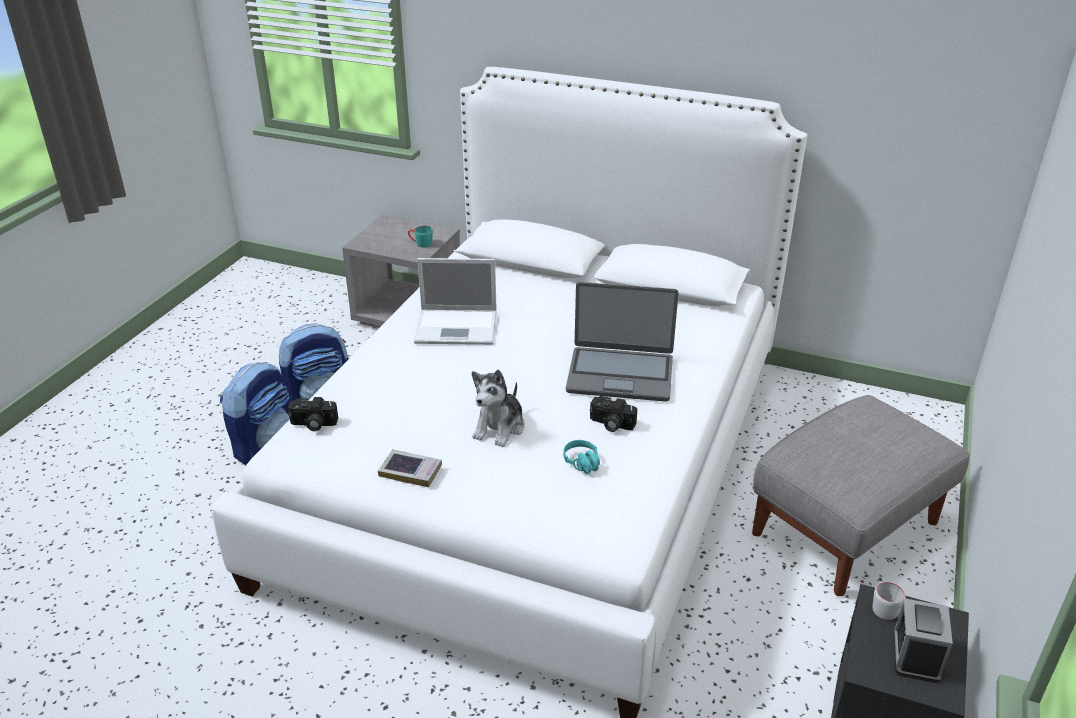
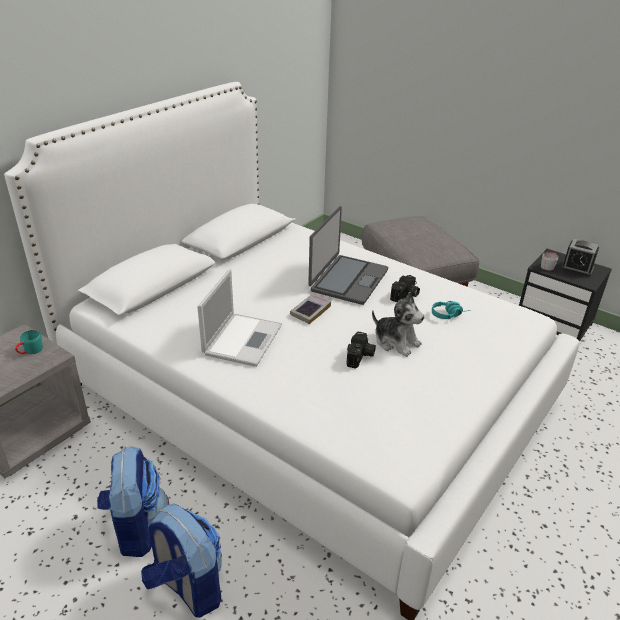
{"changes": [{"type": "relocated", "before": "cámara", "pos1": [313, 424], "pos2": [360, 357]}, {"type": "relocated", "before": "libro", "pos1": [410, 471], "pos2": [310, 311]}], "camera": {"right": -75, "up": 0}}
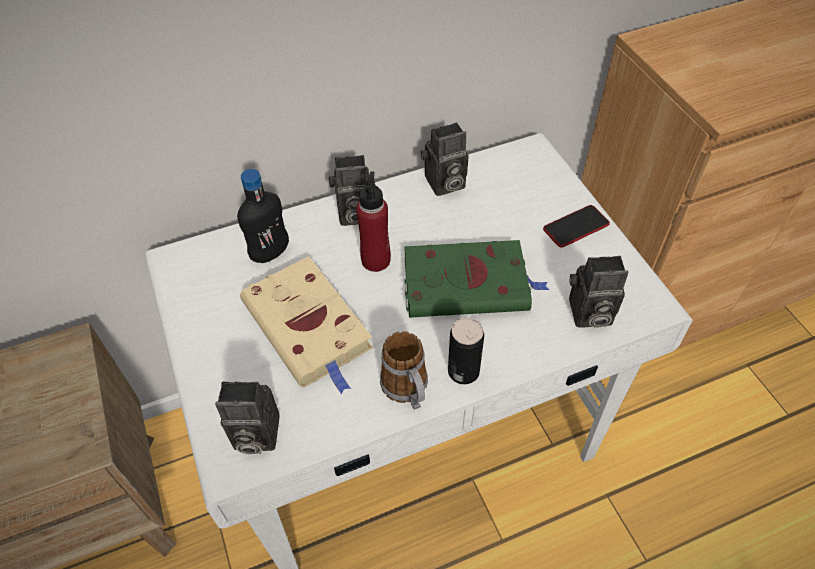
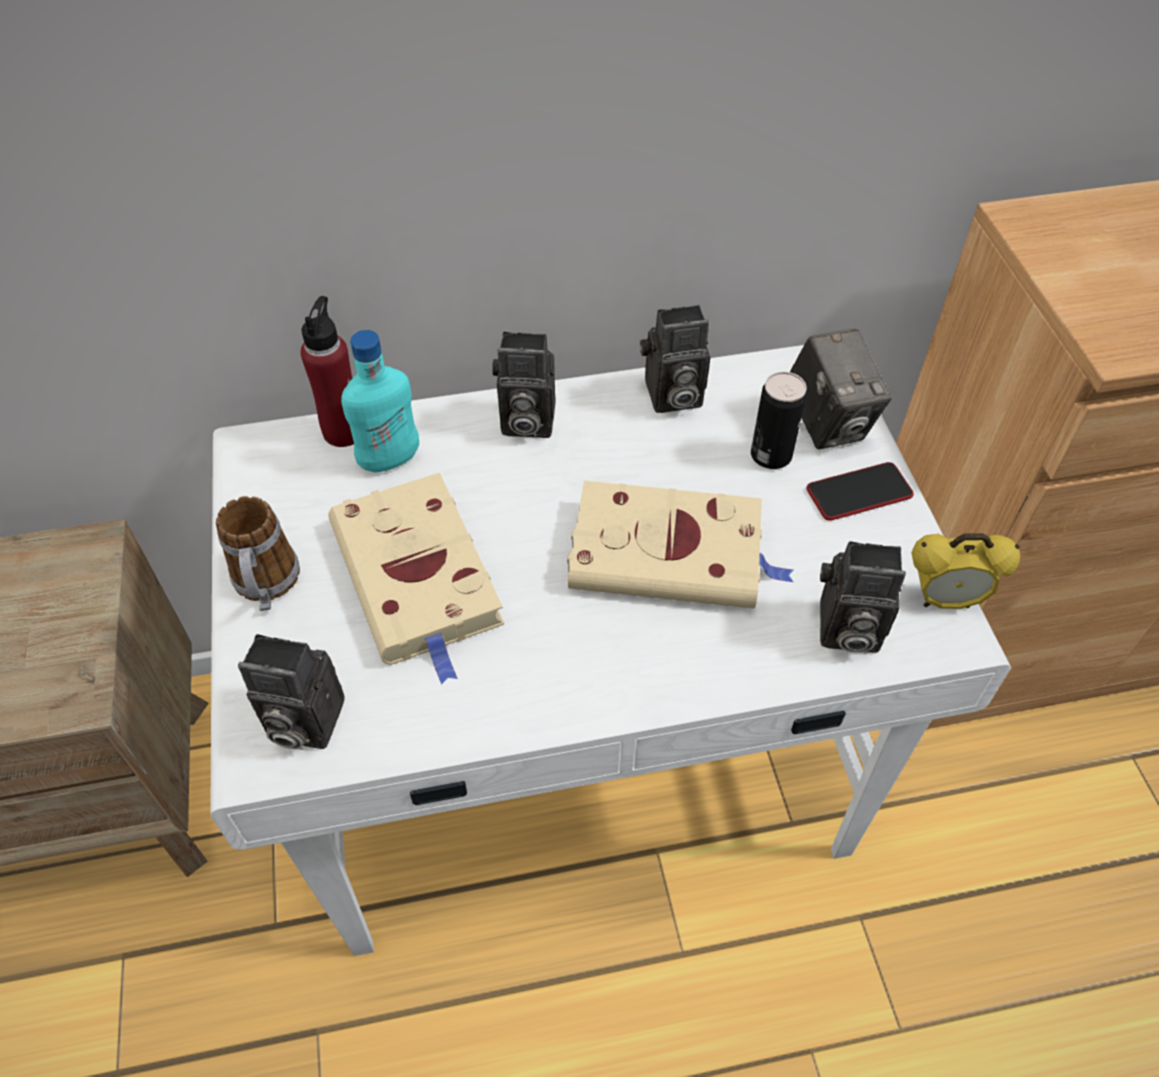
{"changes": [{"type": "colour", "before": "botella [negro]", "after": "botella [turquesa]", "pos1": [270, 253], "pos2": [389, 460]}, {"type": "relocated", "before": "botella [rojo]", "pos1": [376, 260], "pos2": [344, 431]}, {"type": "colour", "before": "libro [verde]", "after": "libro [beis]", "pos1": [469, 284], "pos2": [672, 554]}, {"type": "relocated", "before": "lata", "pos1": [463, 371], "pos2": [771, 455]}, {"type": "relocated", "before": "taza grande", "pos1": [408, 391], "pos2": [267, 587]}, {"type": "appeared", "after": "cámara", "pos2": [827, 422]}, {"type": "appeared", "after": "despertador", "pos2": [944, 600]}], "camera": {"right": 10, "up": 0}}
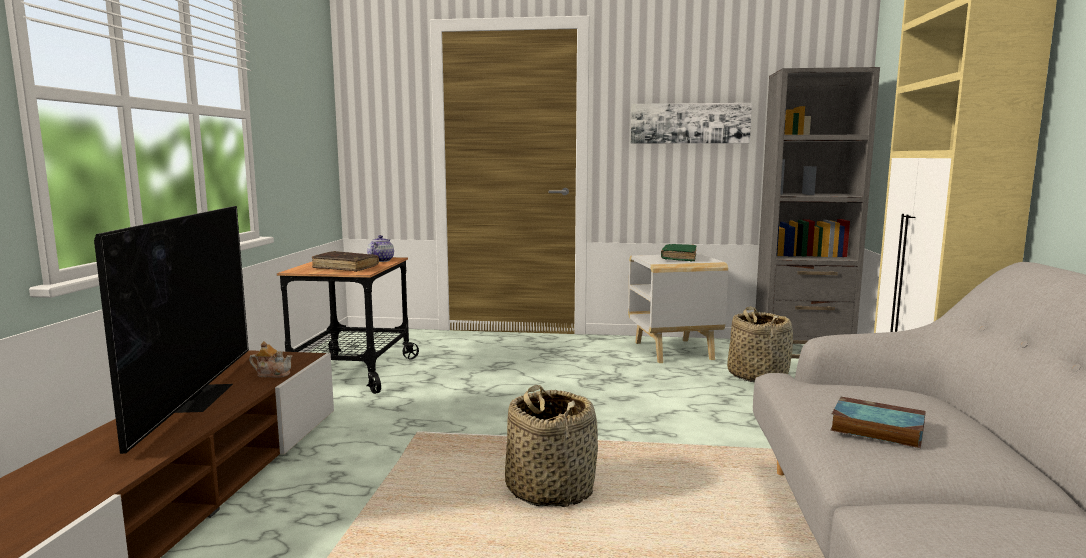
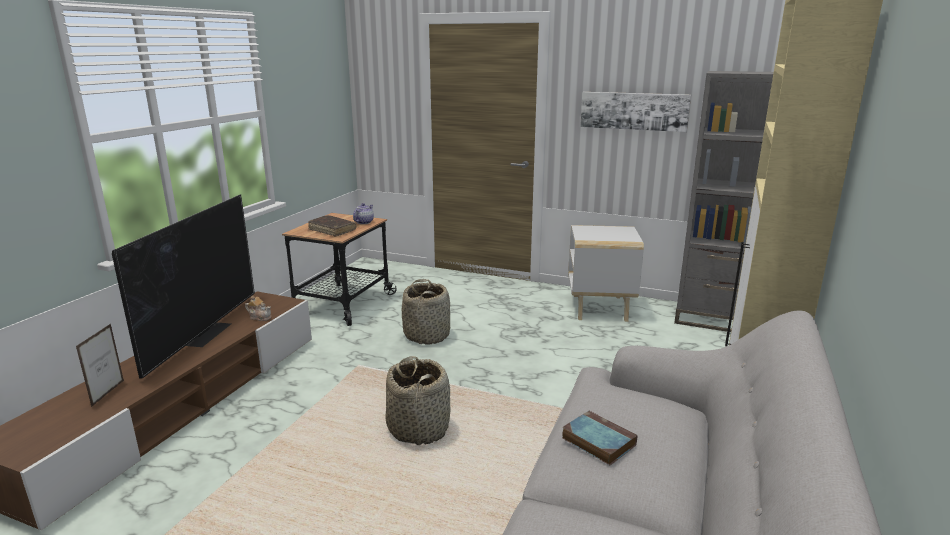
{"changes": [{"type": "missing", "before": "libro [verde]", "pos1": [678, 258]}, {"type": "relocated", "before": "cesta", "pos1": [757, 376], "pos2": [427, 335]}, {"type": "appeared", "after": "portarretratos", "pos2": [108, 393]}], "camera": {"right": 15, "up": 10}}
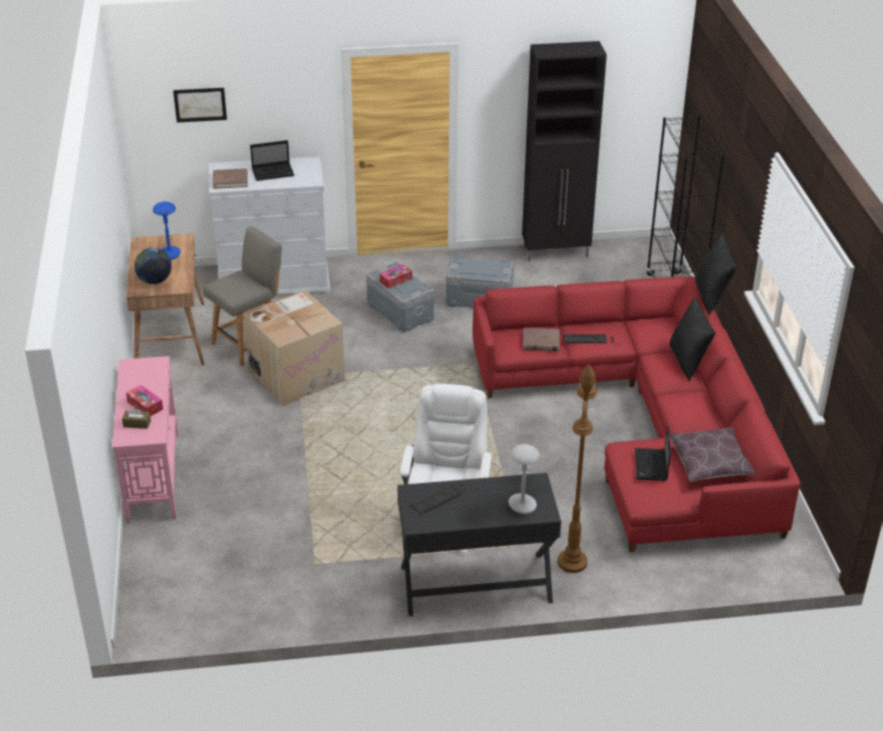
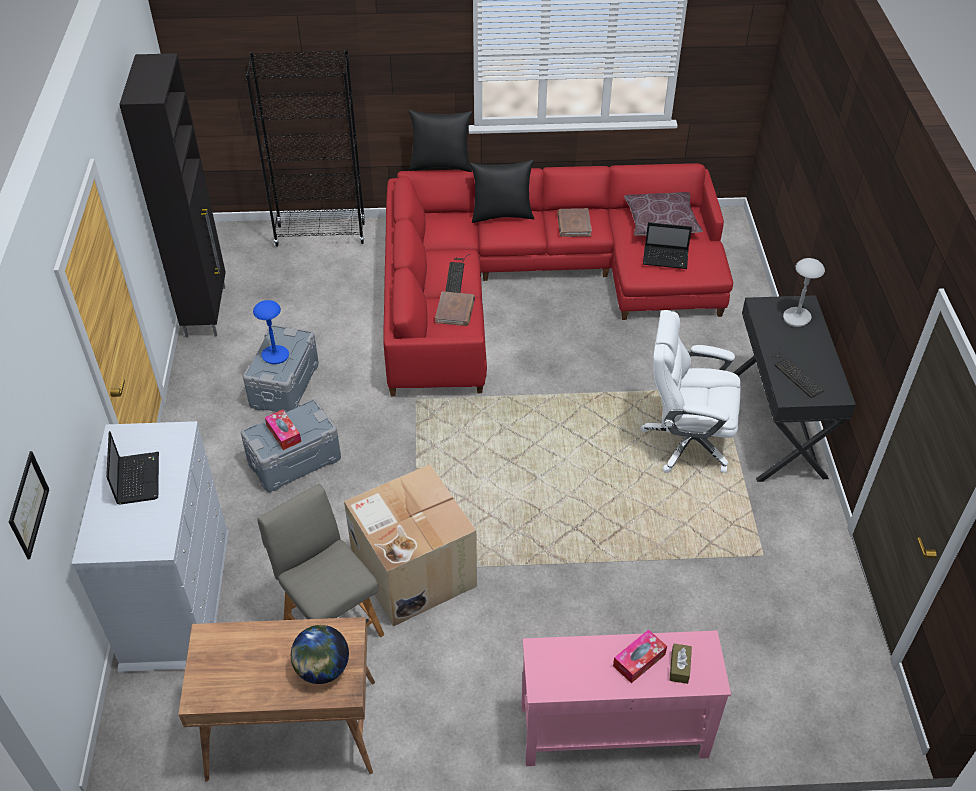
{"changes": [{"type": "relocated", "before": "libro [marrón]", "pos1": [230, 180], "pos2": [574, 224]}, {"type": "relocated", "before": "lámpara de mesa [azul]", "pos1": [170, 254], "pos2": [275, 355]}, {"type": "missing", "before": "lámpara de pie [marrón]", "pos1": [572, 562]}], "camera": {"right": -85, "up": 10}}
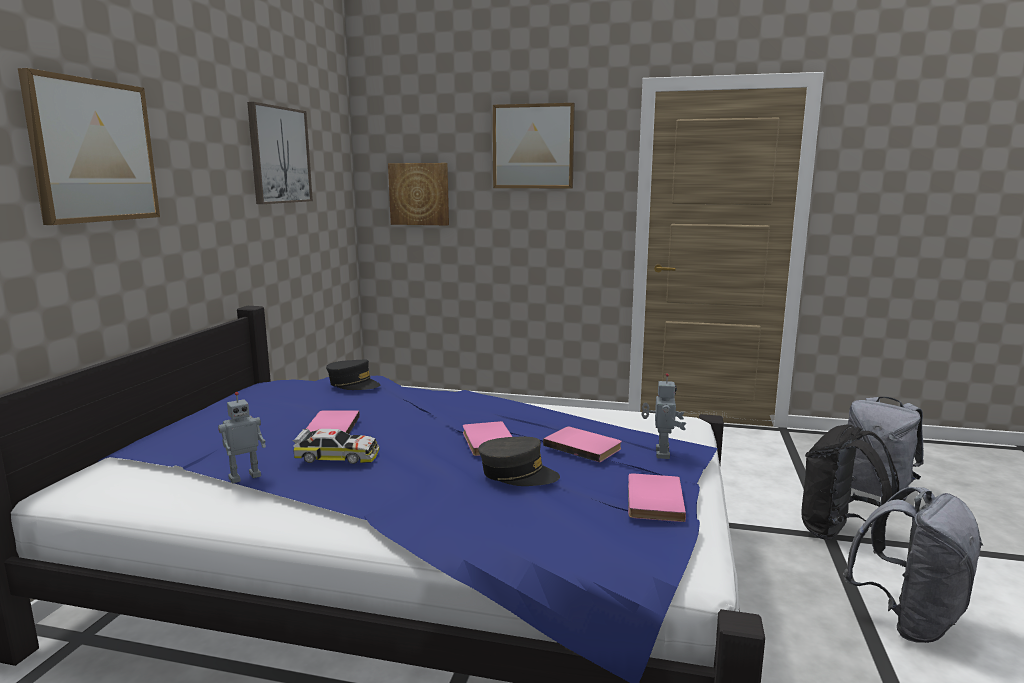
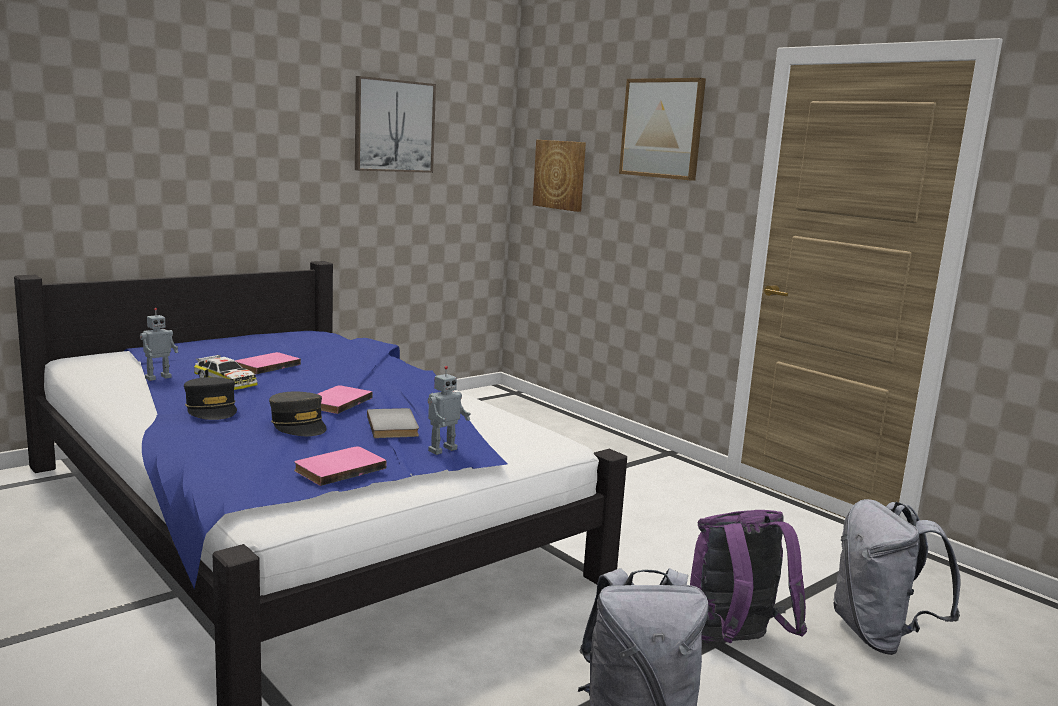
{"changes": [{"type": "missing", "before": "cuadro", "pos1": [93, 151]}, {"type": "relocated", "before": "gorra [negro]", "pos1": [353, 384], "pos2": [212, 409]}, {"type": "spun", "before": "robot de juguete", "pos1": [244, 477], "pos2": [158, 377], "turn": -45}, {"type": "colour", "before": "mochila [negro]", "after": "mochila [morado]", "pos1": [839, 532], "pos2": [733, 644]}, {"type": "colour", "before": "libro [rosa]", "after": "libro [gris]", "pos1": [584, 446], "pos2": [394, 426]}], "camera": {"right": 35, "up": 0}}
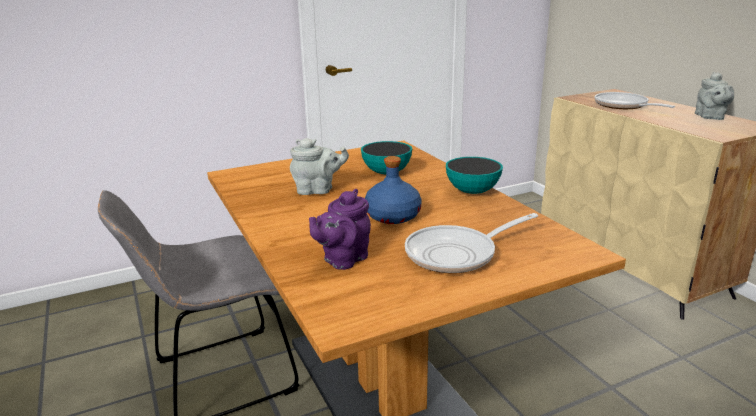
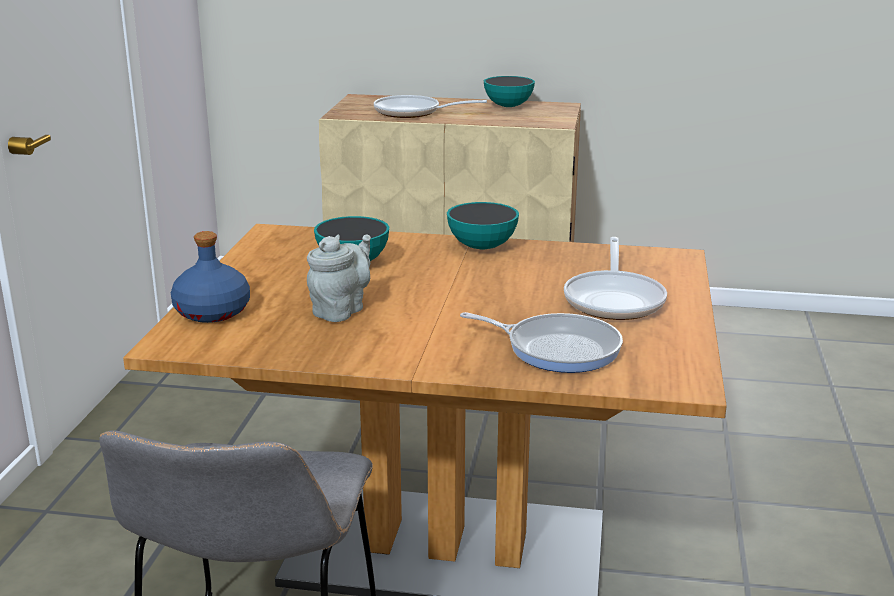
{"changes": [{"type": "exchanged", "before": "tetera [gris]", "after": "cuenco", "pos1": [710, 117], "pos2": [508, 106]}, {"type": "relocated", "before": "botella [azul]", "pos1": [392, 216], "pos2": [211, 312]}, {"type": "exchanged", "before": "tetera [morado]", "after": "sartén", "pos1": [343, 260], "pos2": [557, 348]}], "camera": {"right": -55, "up": 0}}
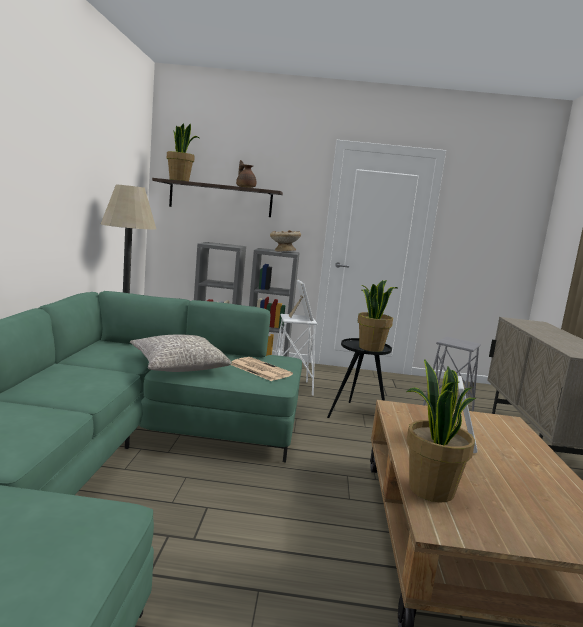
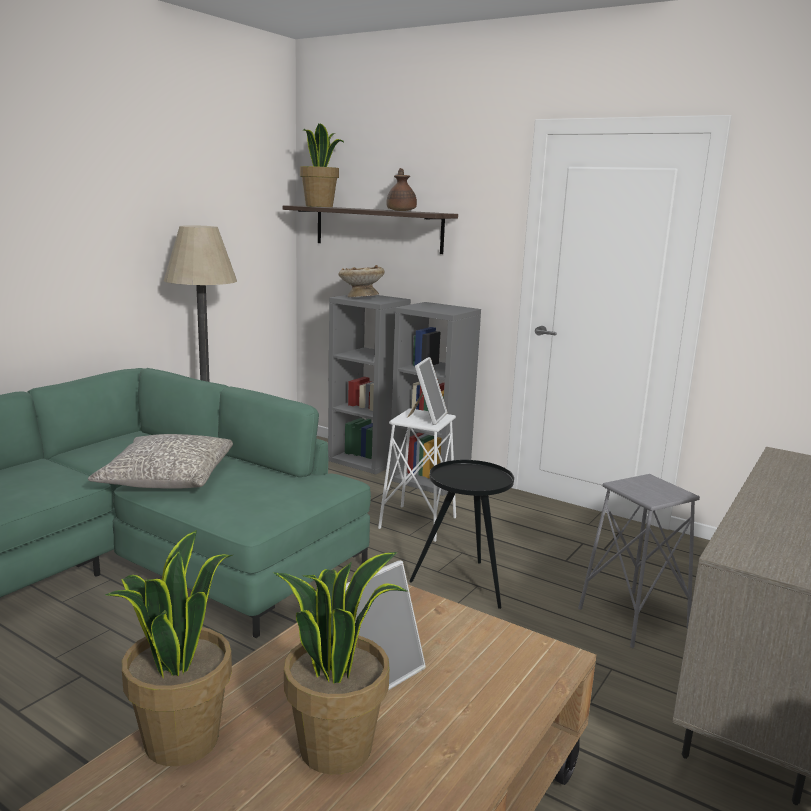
{"changes": [{"type": "relocated", "before": "cuenco [beis]", "pos1": [283, 251], "pos2": [360, 297]}, {"type": "relocated", "before": "planta en maceta", "pos1": [370, 348], "pos2": [336, 746]}, {"type": "missing", "before": "periódico", "pos1": [259, 369]}], "camera": {"right": 30, "up": 5}}
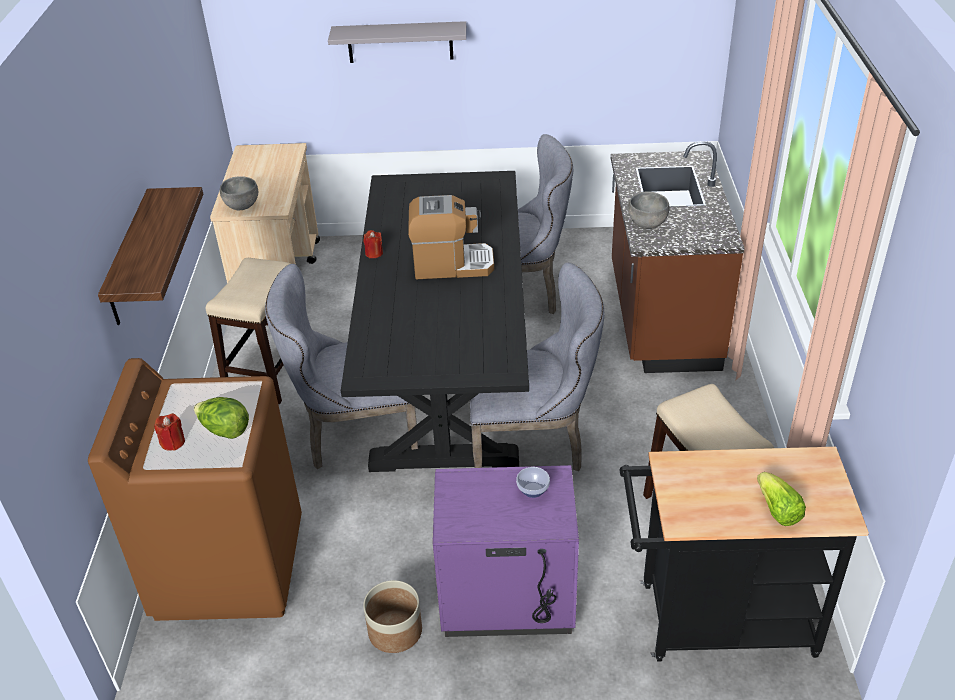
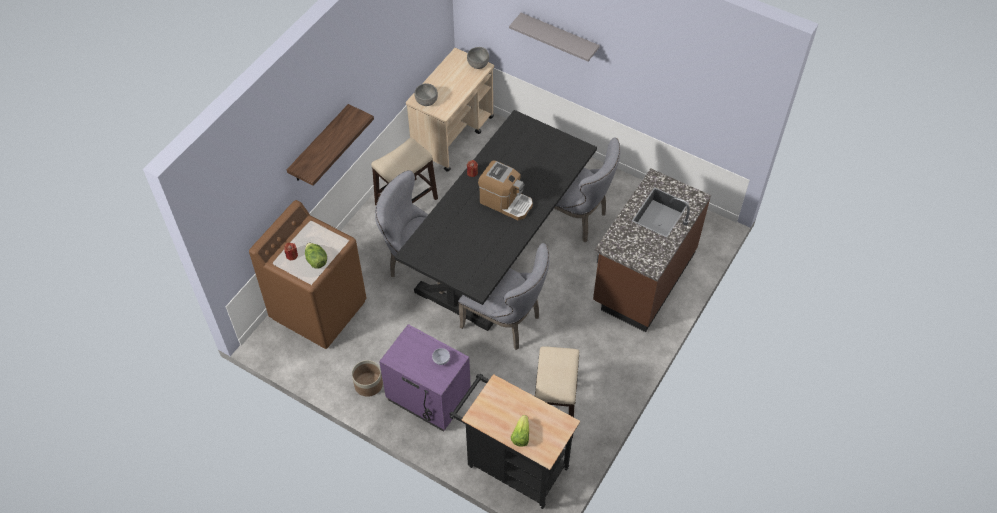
{"changes": [{"type": "relocated", "before": "cuenco [gris]", "pos1": [646, 224], "pos2": [478, 65]}], "camera": {"right": 30, "up": 15}}
